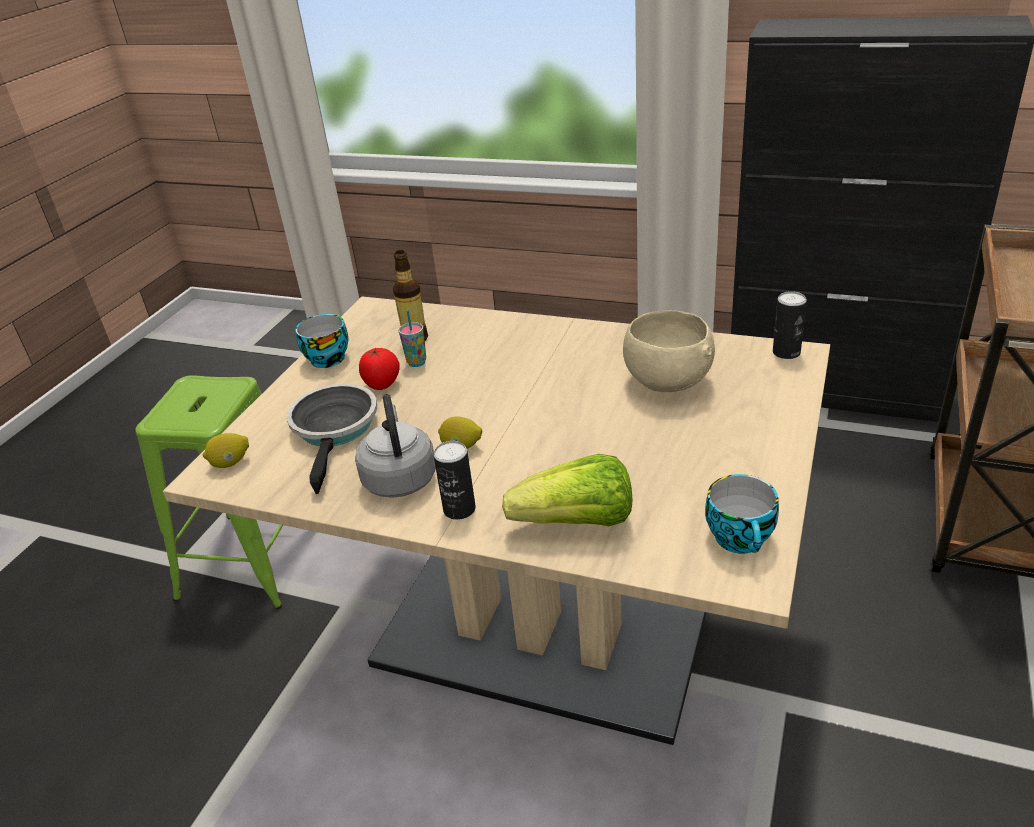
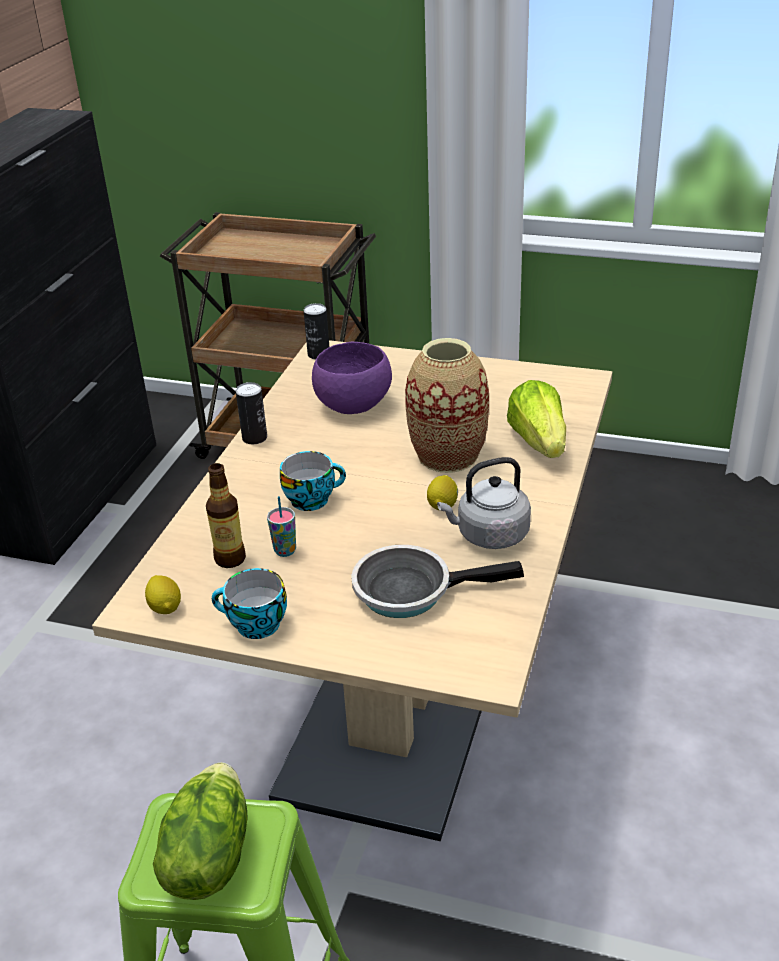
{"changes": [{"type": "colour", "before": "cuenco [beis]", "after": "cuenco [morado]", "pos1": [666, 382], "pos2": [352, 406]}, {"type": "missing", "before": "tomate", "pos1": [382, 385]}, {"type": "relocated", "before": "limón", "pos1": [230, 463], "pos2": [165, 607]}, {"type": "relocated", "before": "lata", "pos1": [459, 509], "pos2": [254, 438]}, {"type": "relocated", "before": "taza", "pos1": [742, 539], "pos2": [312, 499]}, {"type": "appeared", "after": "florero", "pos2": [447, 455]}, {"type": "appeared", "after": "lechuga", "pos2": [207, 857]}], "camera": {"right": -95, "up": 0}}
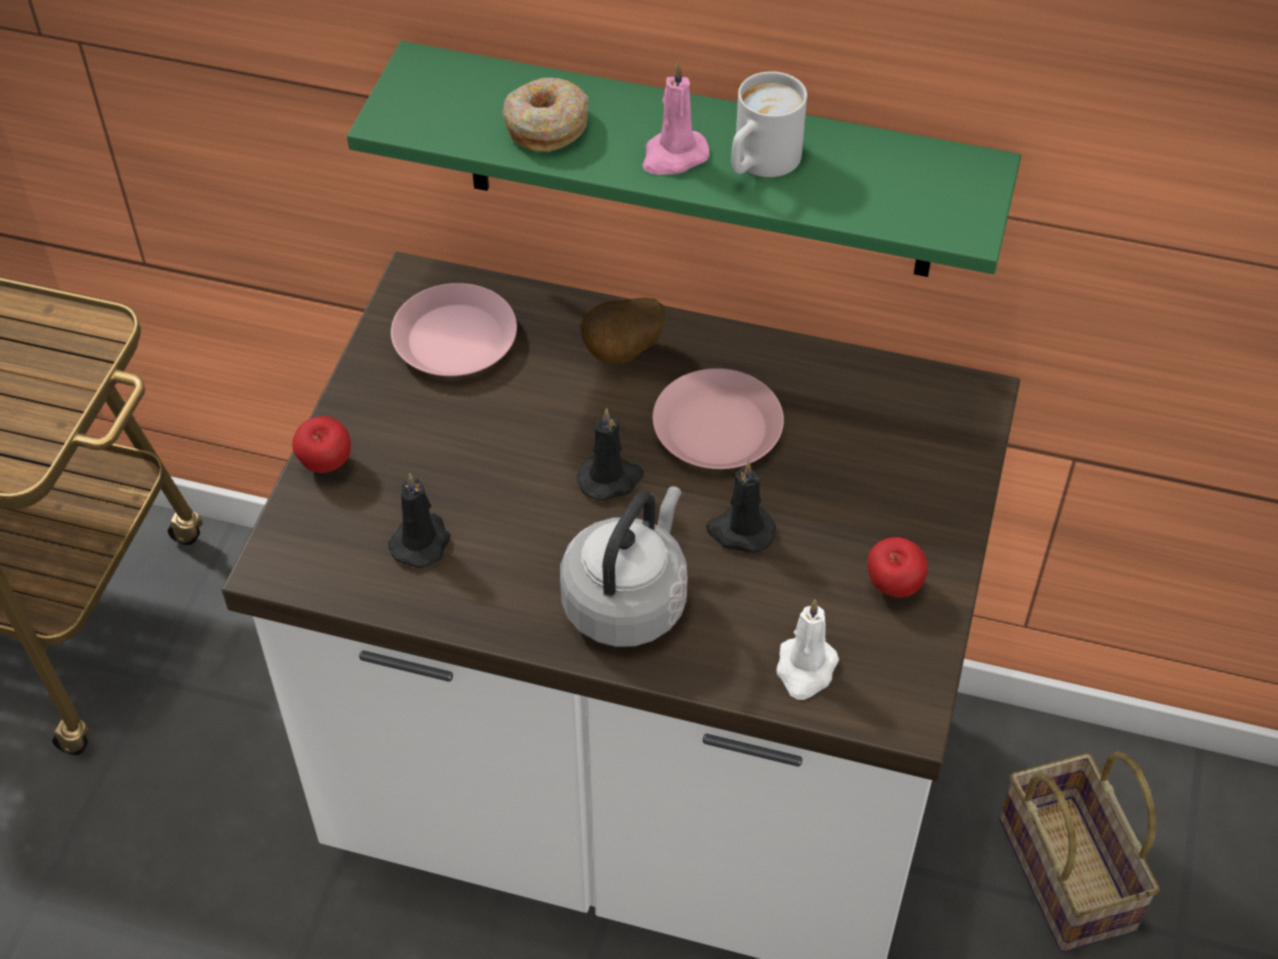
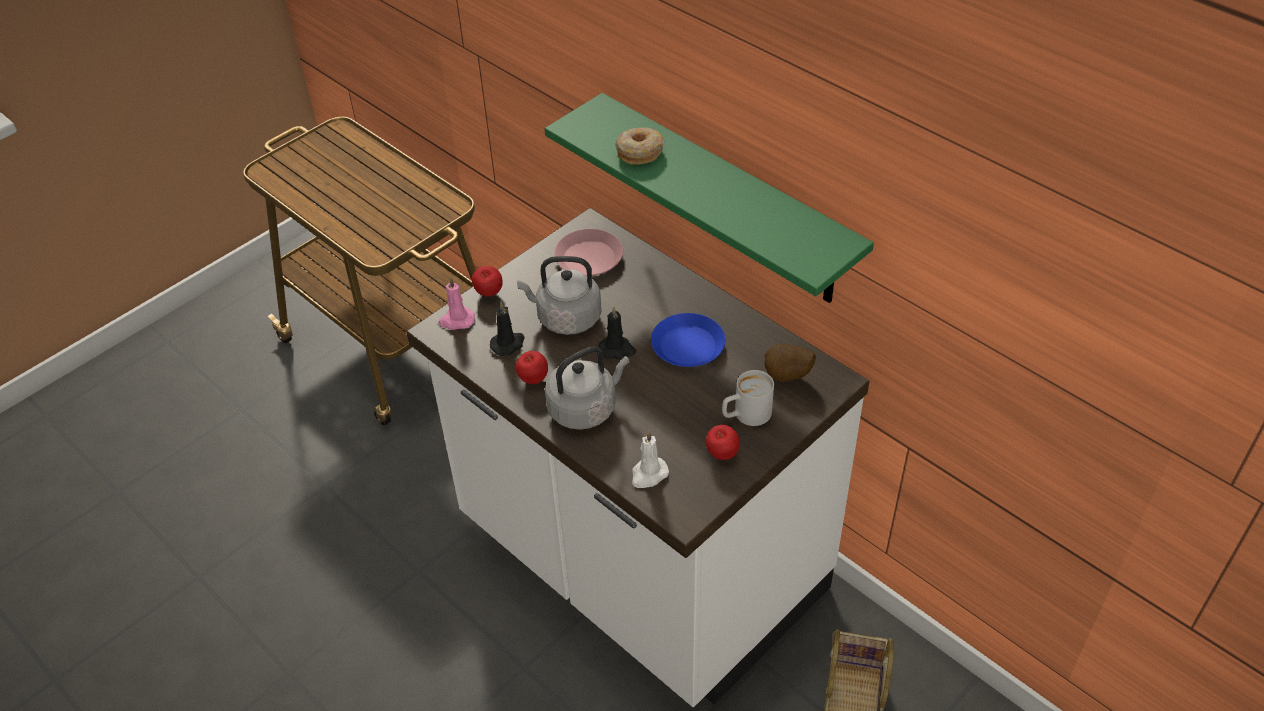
{"changes": [{"type": "relocated", "before": "vela [rosa]", "pos1": [673, 156], "pos2": [456, 320]}, {"type": "relocated", "before": "taza grande [blanco]", "pos1": [759, 164], "pos2": [745, 415]}, {"type": "relocated", "before": "patata", "pos1": [623, 353], "pos2": [787, 377]}, {"type": "colour", "before": "plato [rosa]", "after": "plato [azul]", "pos1": [717, 428], "pos2": [688, 345]}, {"type": "missing", "before": "vela [negro]", "pos1": [740, 531]}, {"type": "appeared", "after": "hervidor [gris]", "pos2": [565, 318]}, {"type": "appeared", "after": "manzana", "pos2": [533, 379]}], "camera": {"right": 30, "up": -5}}
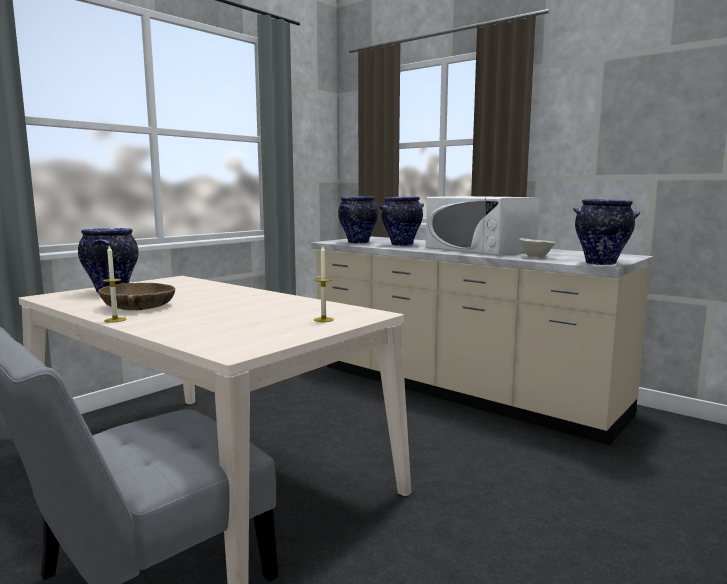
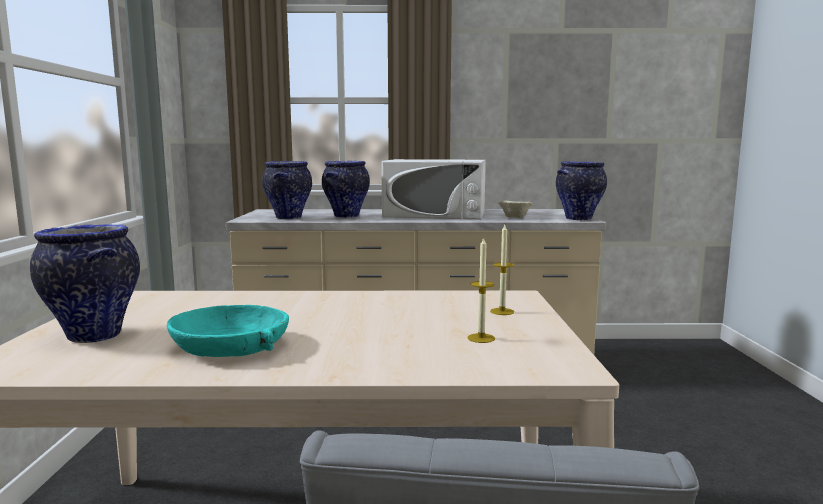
{"changes": [{"type": "relocated", "before": "vela", "pos1": [115, 320], "pos2": [481, 338]}, {"type": "colour", "before": "cuenco [marrón]", "after": "cuenco [turquesa]", "pos1": [139, 306], "pos2": [232, 346]}], "camera": {"right": -40, "up": 0}}
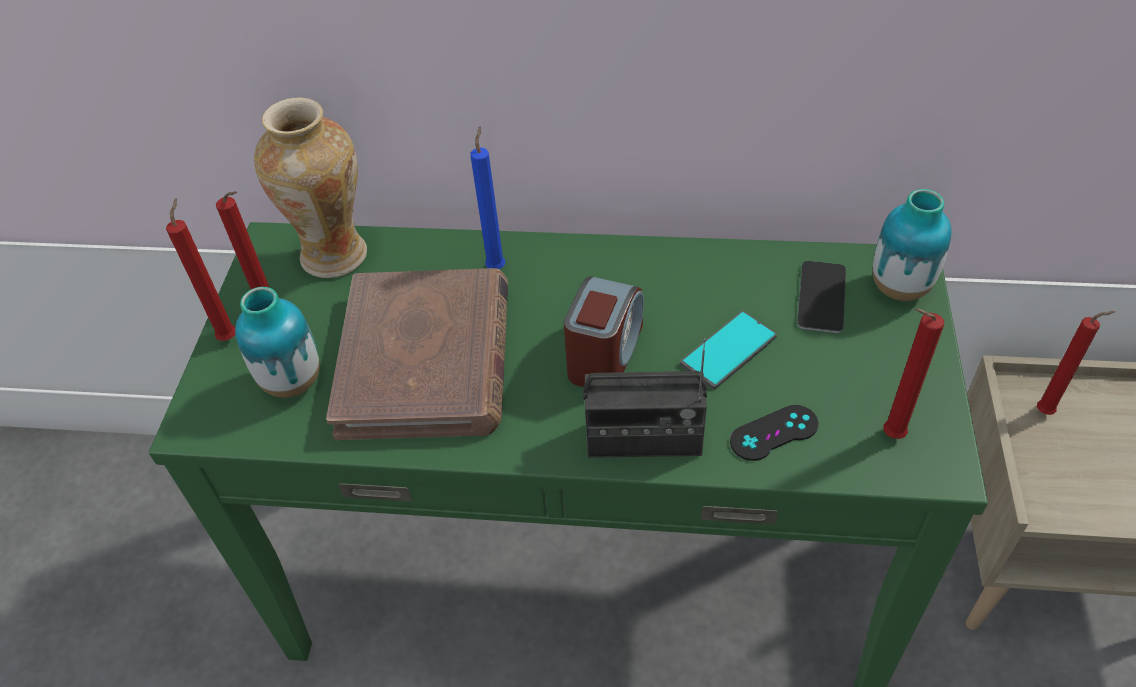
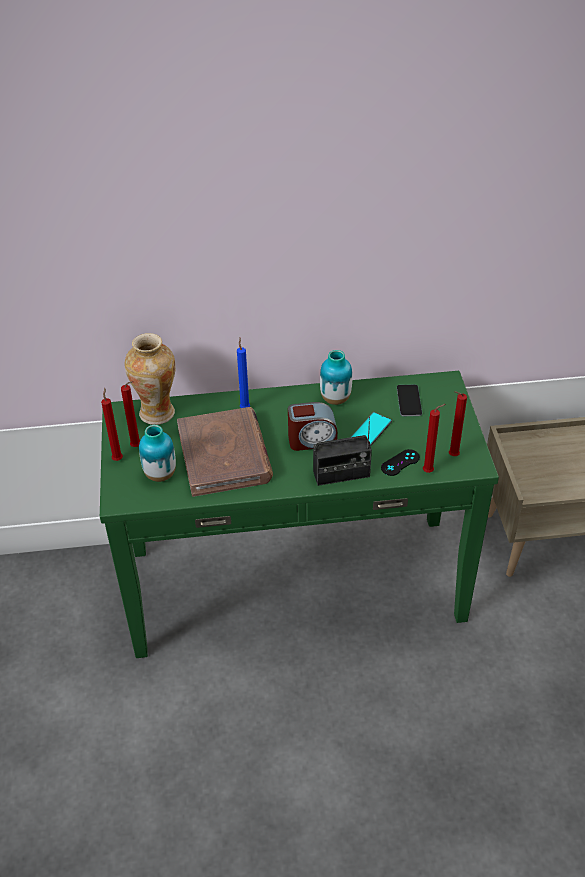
{"changes": [{"type": "relocated", "before": "florero", "pos1": [900, 288], "pos2": [335, 399]}, {"type": "spun", "before": "despertador", "pos1": [605, 353], "pos2": [312, 440], "turn": 75}, {"type": "relocated", "before": "vela [rojo]", "pos1": [1047, 412], "pos2": [429, 471]}], "camera": {"right": -15, "up": -5}}
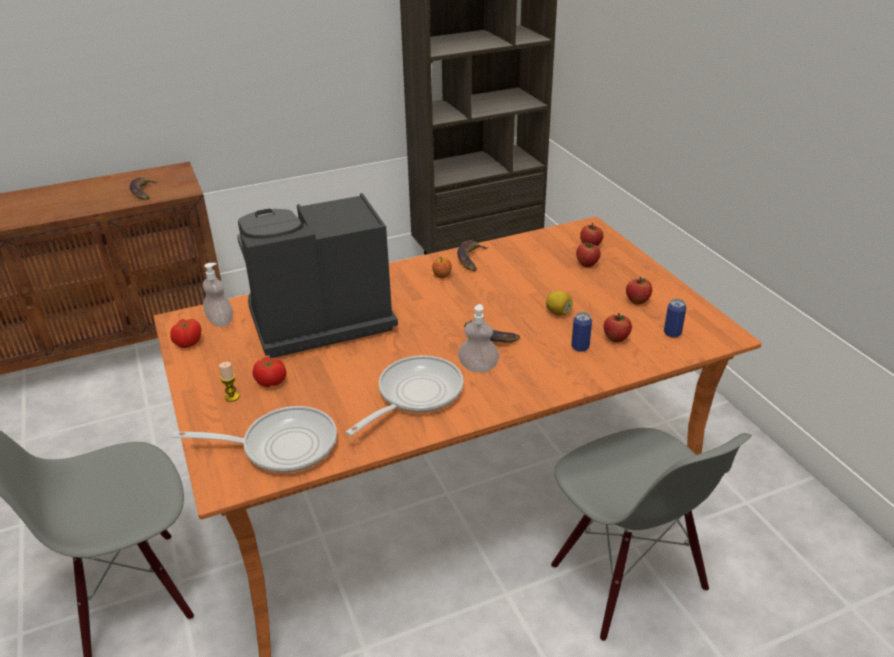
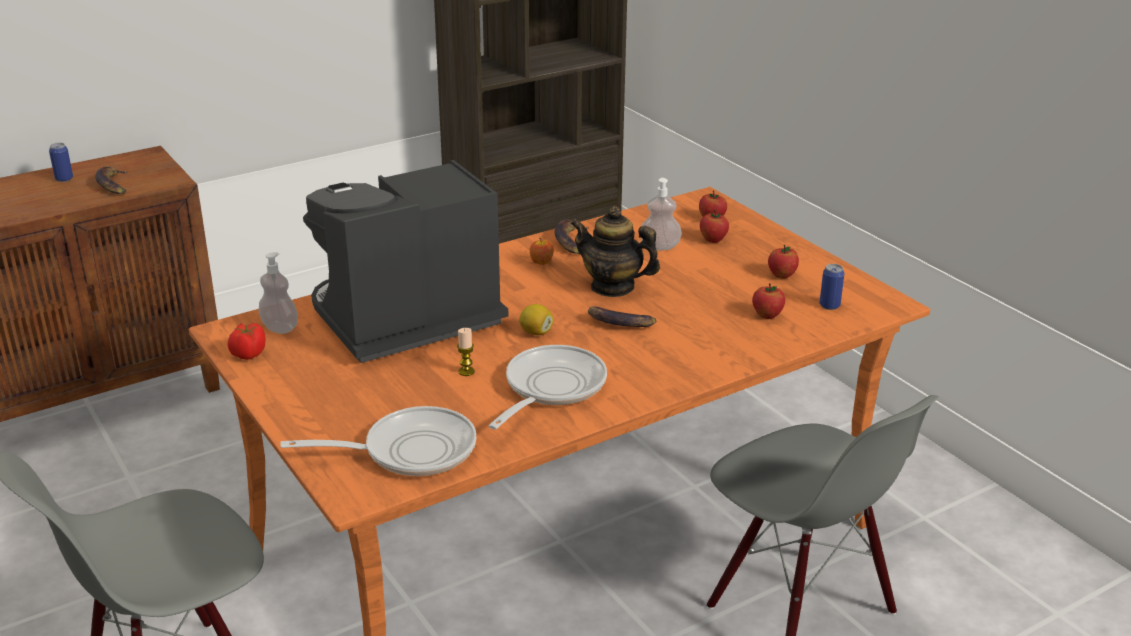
{"changes": [{"type": "relocated", "before": "limón", "pos1": [558, 312], "pos2": [536, 332]}, {"type": "relocated", "before": "dispensador de jabón", "pos1": [478, 367], "pos2": [660, 247]}, {"type": "relocated", "before": "lata", "pos1": [580, 347], "pos2": [64, 179]}, {"type": "missing", "before": "tomate", "pos1": [271, 382]}, {"type": "relocated", "before": "vela", "pos1": [232, 397], "pos2": [466, 371]}, {"type": "appeared", "after": "tetera", "pos2": [613, 287]}], "camera": {"right": -10, "up": -5}}
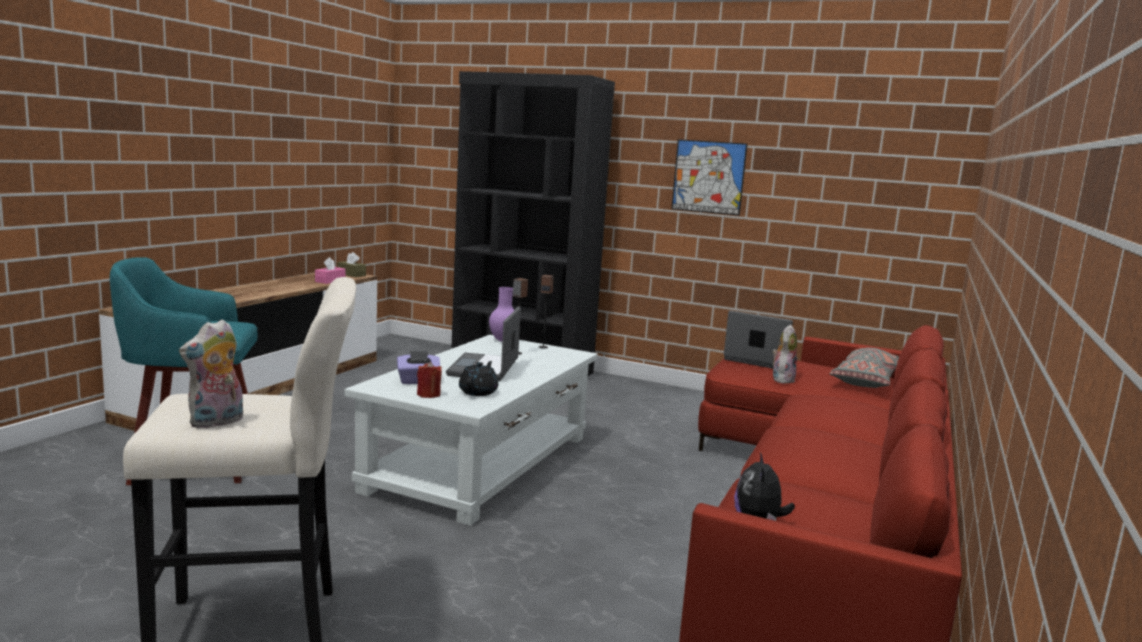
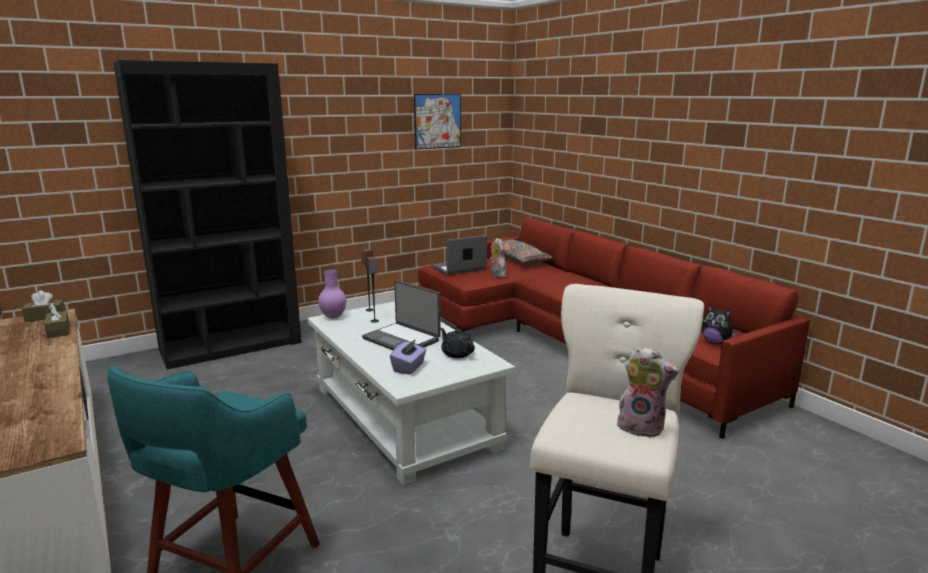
{"changes": [{"type": "relocated", "before": "cuadro", "pos1": [708, 177], "pos2": [437, 121]}, {"type": "colour", "before": "caja de pañuelos [rosa]", "after": "caja de pañuelos [marrón]", "pos1": [330, 281], "pos2": [58, 331]}, {"type": "spun", "before": "peluche", "pos1": [216, 422], "pos2": [642, 427], "turn": -45}, {"type": "missing", "before": "vela [rojo]", "pos1": [428, 394]}], "camera": {"right": -55, "up": 5}}
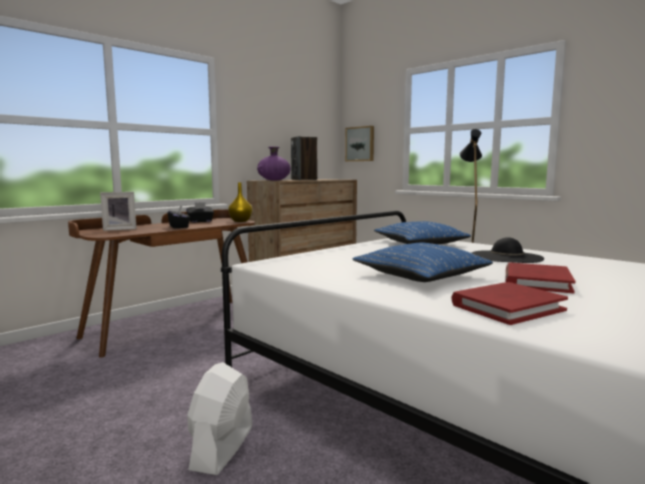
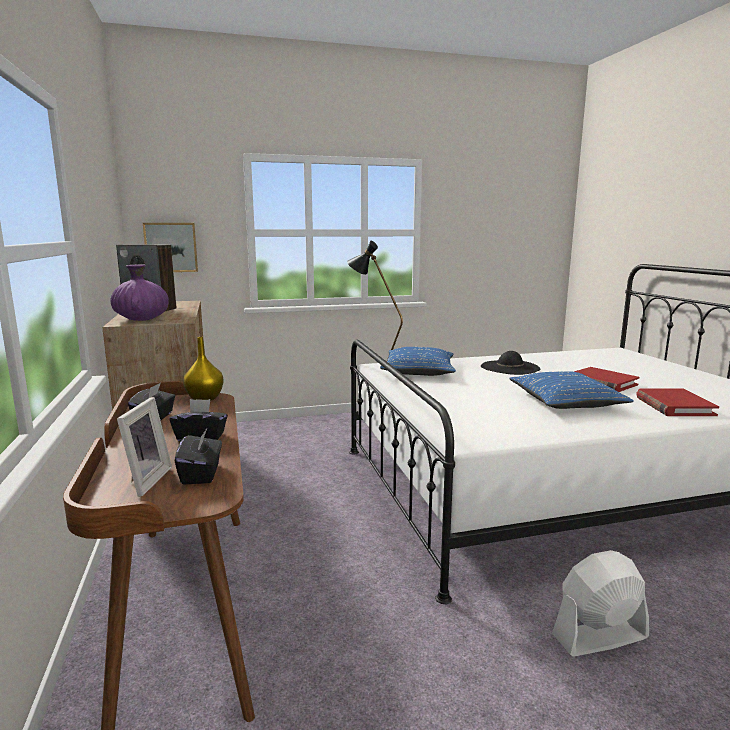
{"changes": [{"type": "spun", "before": "ventilador [blanco]", "pos1": [222, 447], "pos2": [599, 636], "turn": 120}, {"type": "appeared", "after": "caja de pañuelos [negro]", "pos2": [201, 474]}], "camera": {"right": -60, "up": 5}}
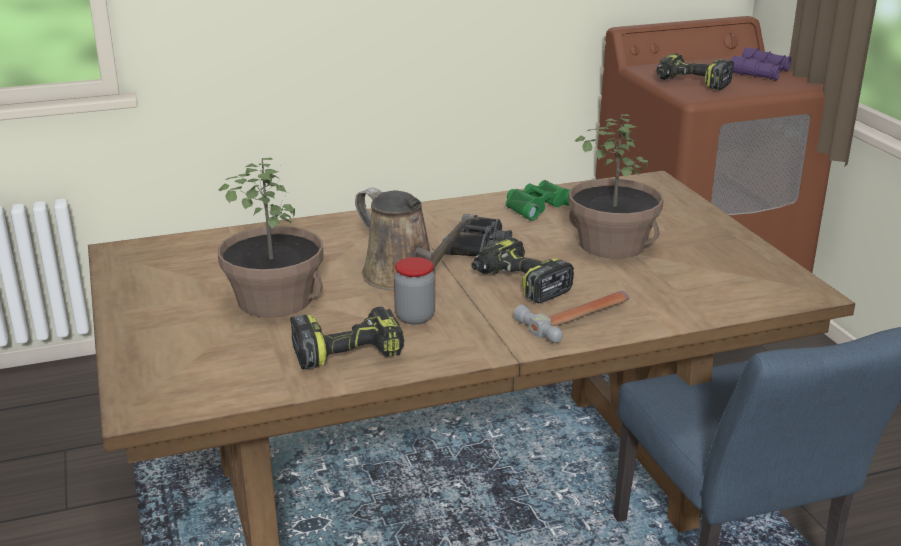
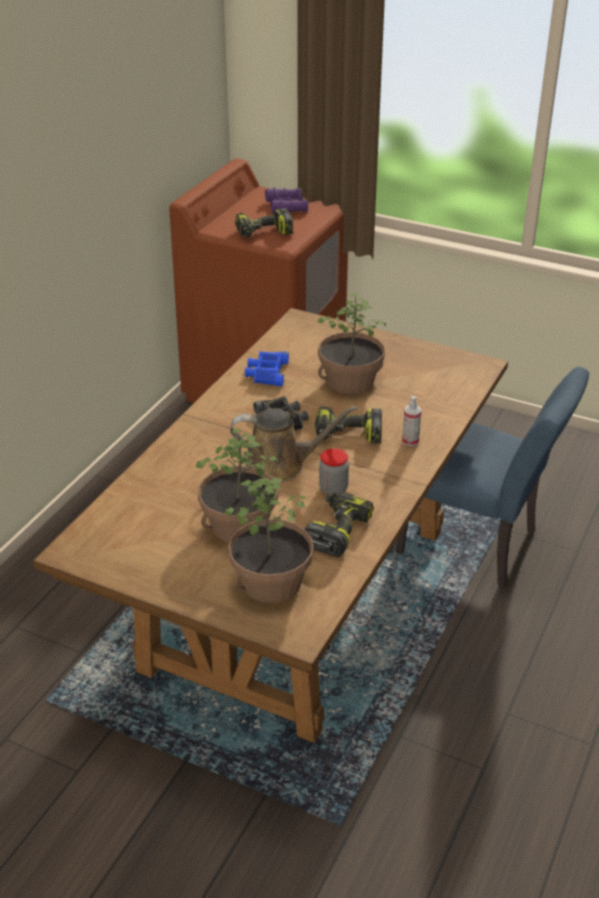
{"changes": [{"type": "colour", "before": "prismáticos [verde]", "after": "prismáticos [azul]", "pos1": [537, 206], "pos2": [267, 373]}, {"type": "exchanged", "before": "martillo", "after": "pulverizador", "pos1": [579, 318], "pos2": [410, 441]}, {"type": "appeared", "after": "planta en maceta", "pos2": [271, 583]}], "camera": {"right": -45, "up": 10}}
